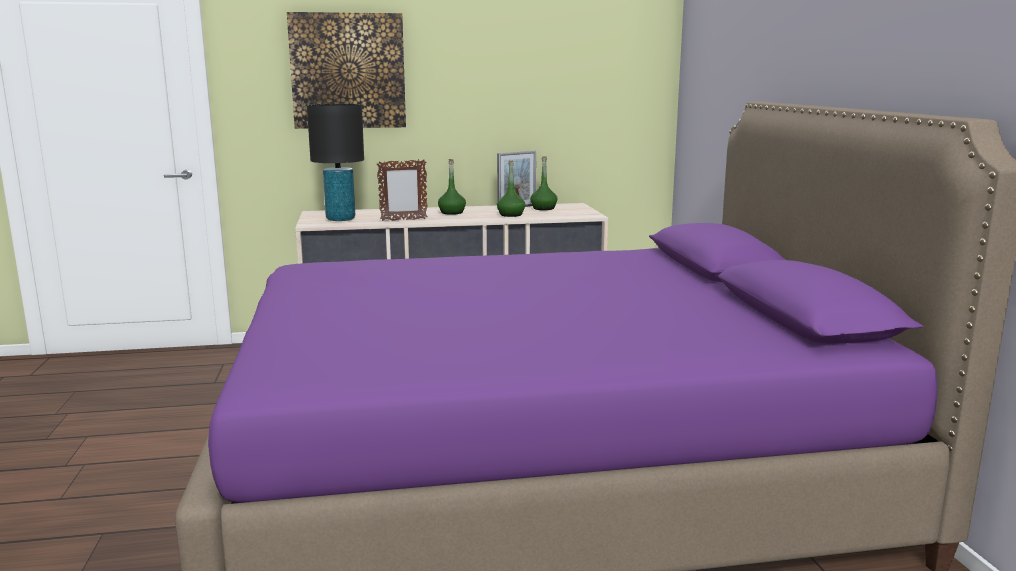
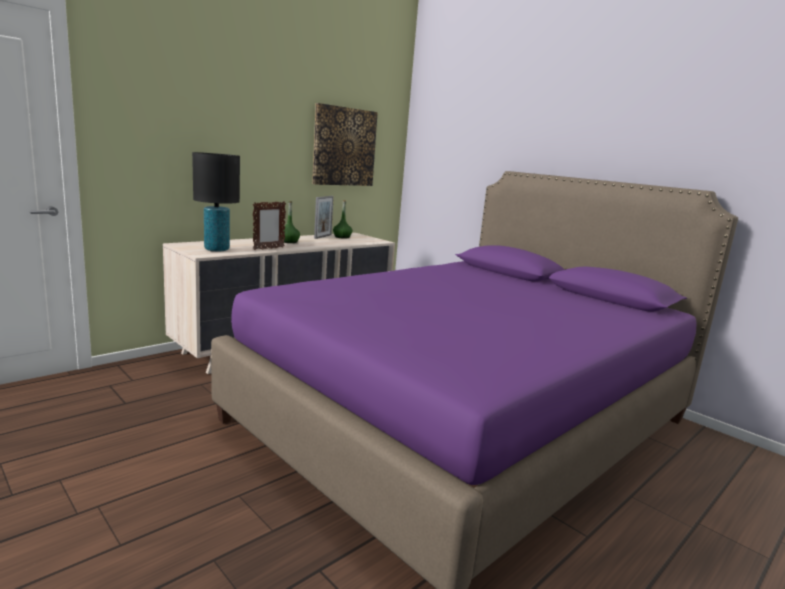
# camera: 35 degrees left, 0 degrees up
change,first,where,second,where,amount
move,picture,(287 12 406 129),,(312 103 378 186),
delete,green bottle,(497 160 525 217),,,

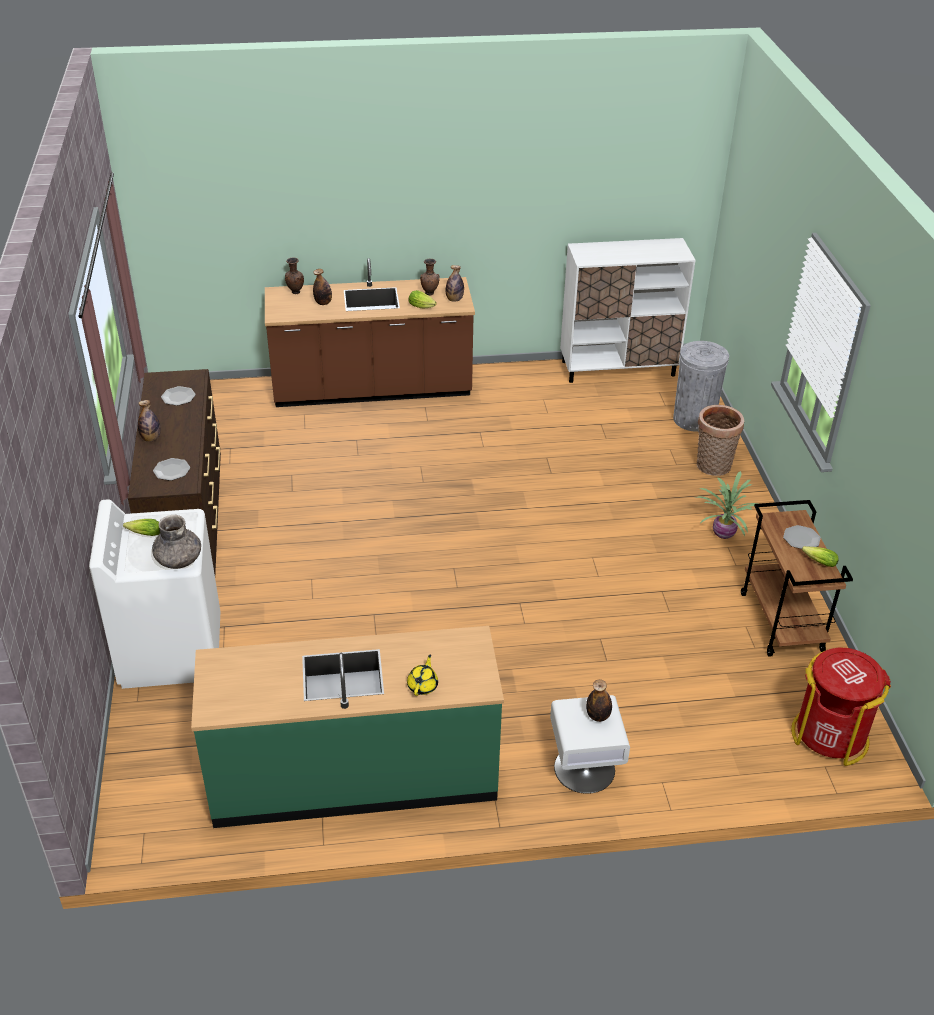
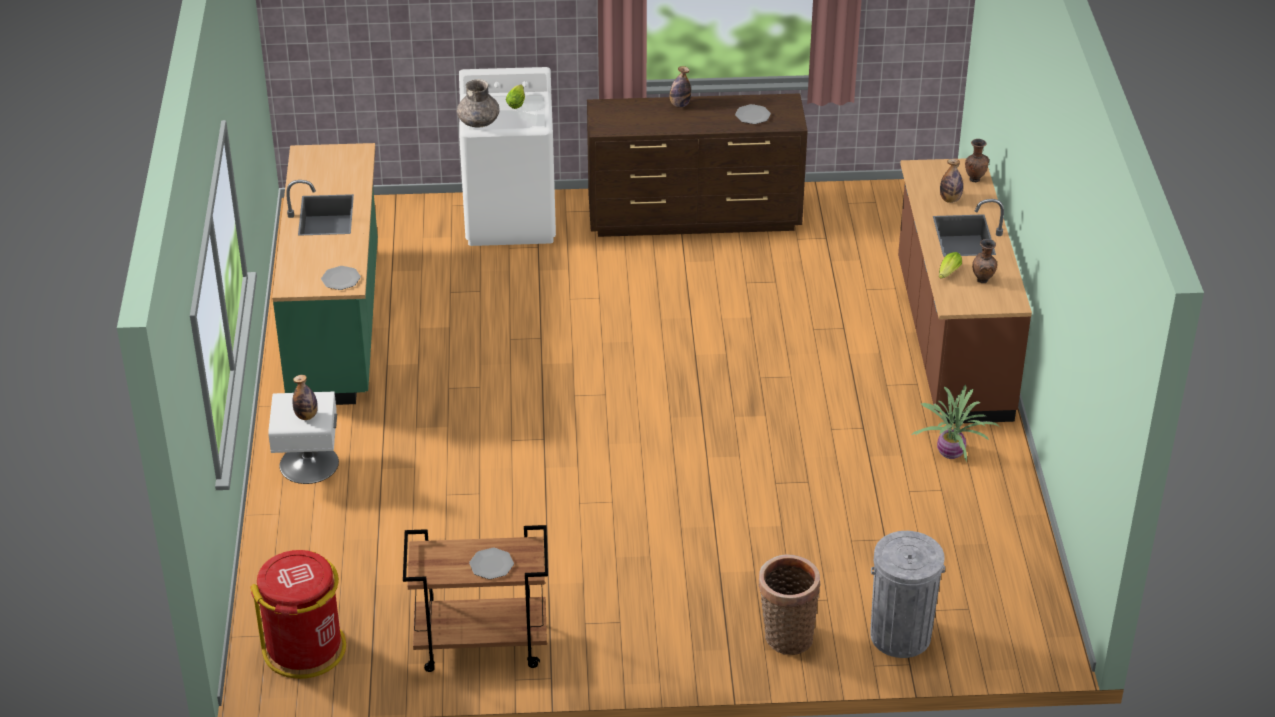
# camera: 95 degrees right, 0 degrees up
change,first,where,second,where,amount
move,plate,(153 458 190 481),,(321 266 361 290),
delete,yellow teapot,(407 654 438 696),,,
delete,bottle,(446 265 464 302),,,
delete,white cabinet,(560 238 696 383),,,
move,potted plant,(695 471 759 539),,(912 385 1000 462),
delete,lettuce,(802 546 839 567),,,

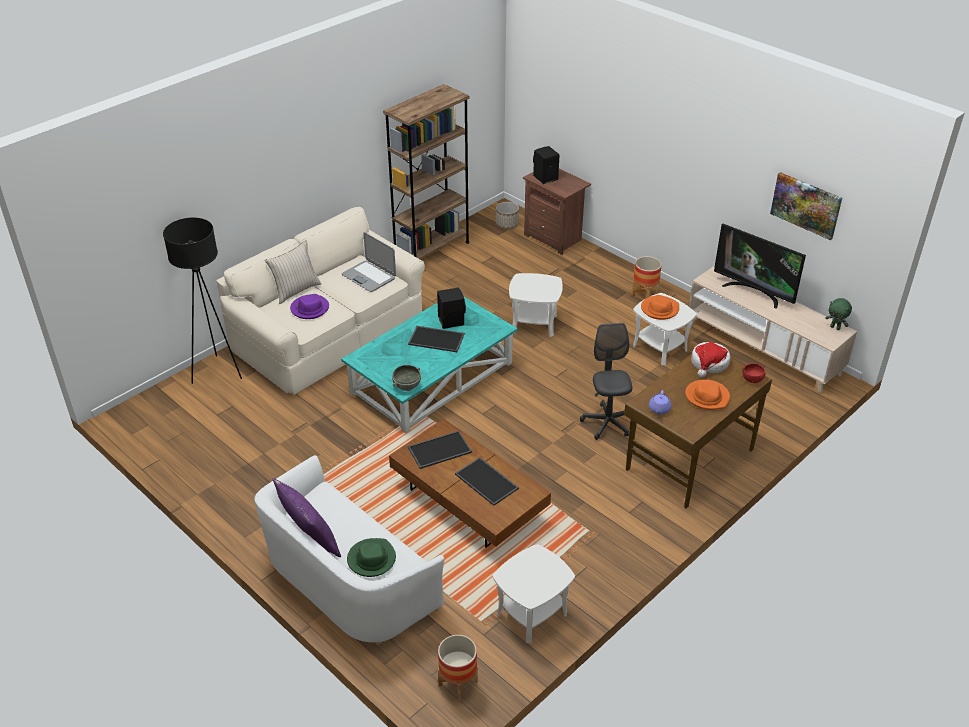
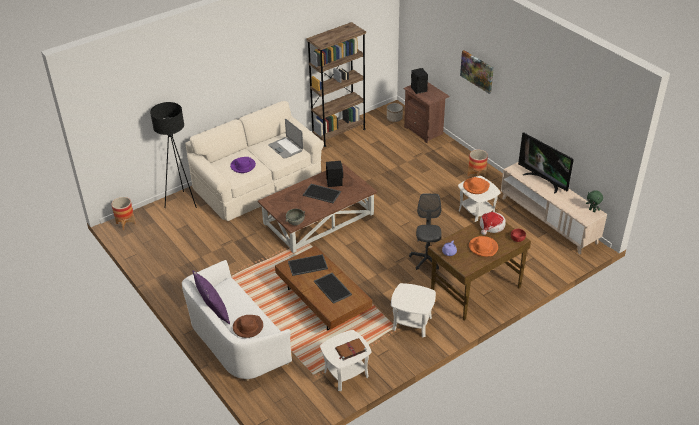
# camera: 10 degrees right, 0 degrees up
change,first,where,second,where,amount
delete,beige pillow,(265 240 321 304),,,
recolor,turquoise coffee table,(341 297 518 433),brown coffee table,(258 163 377 253),
recolor,green hat,(347 538 396 577),brown hat,(233 315 263 338),
move,planter,(438 635 478 700),,(112 197 136 230),
move,white side table,(509 273 563 337),,(391 283 436 338),
move,picture,(770 172 842 240),,(460 50 494 94),
insert,,,brown book,(335 338 366 361),

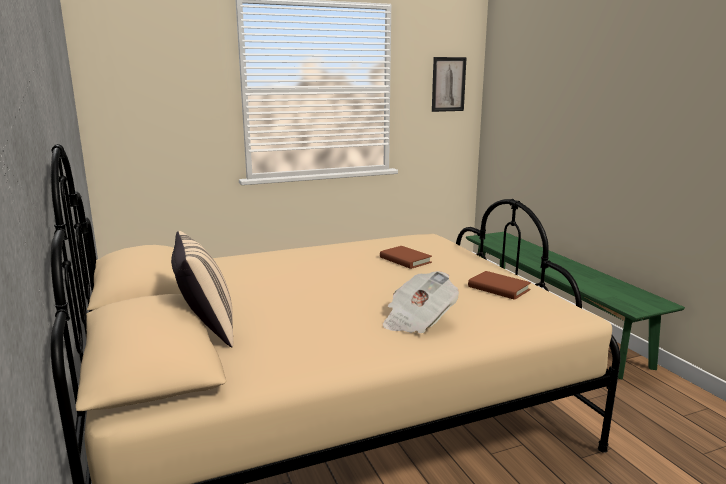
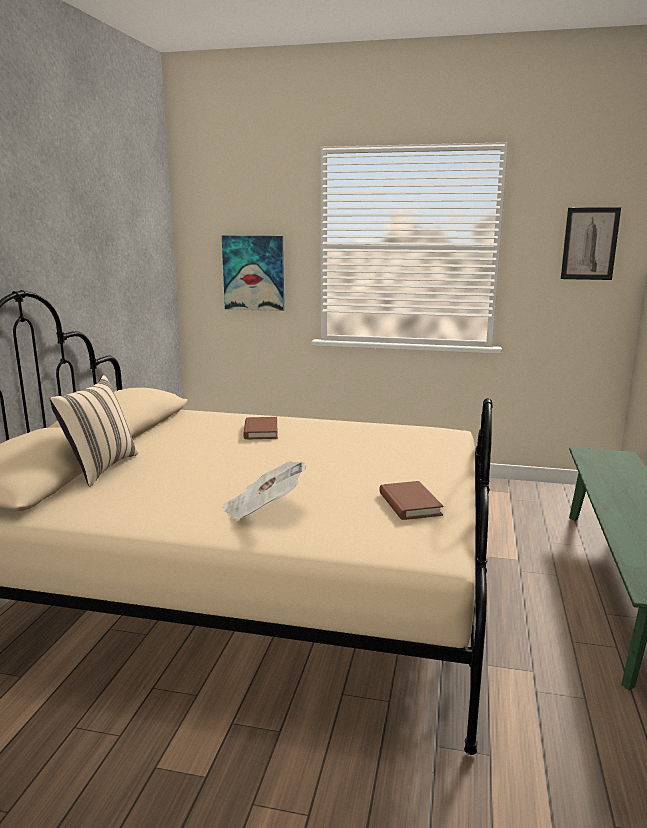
# camera: 35 degrees right, 0 degrees up
change,first,where,second,where,amount
move,brown book,(380 246 432 269),,(243 417 278 439),
insert,,,picture,(222 235 284 311),

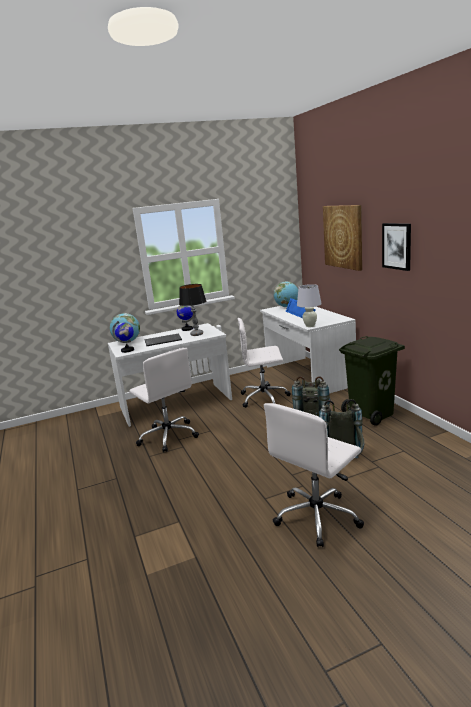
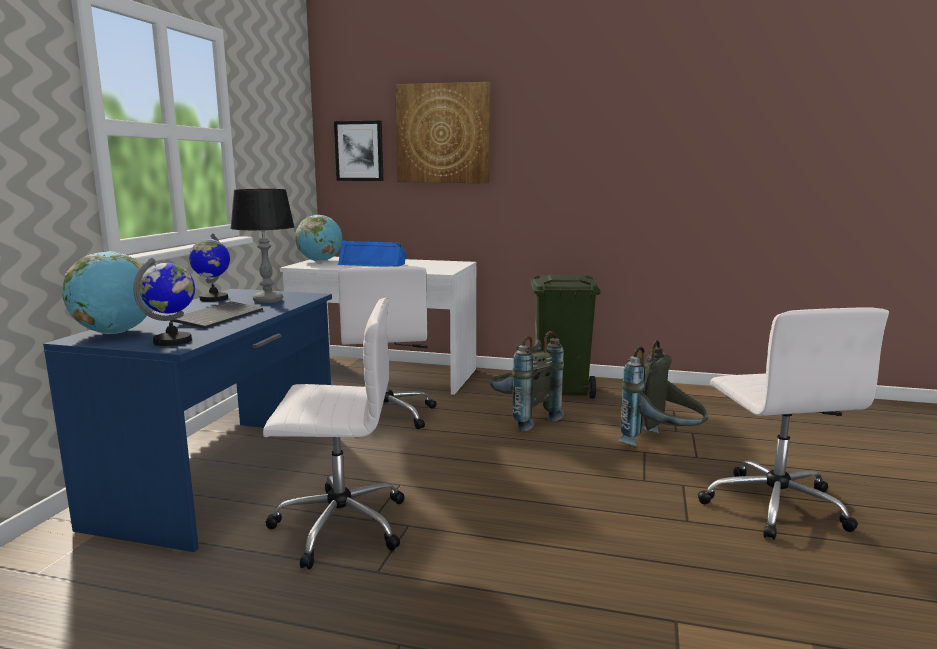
# camera: 55 degrees left, 5 degrees down
change,first,where,second,where,amount
recolor,white desk,(108 323 232 427),blue desk,(43 289 332 552),
rotate,white office chair,(237 318 291 408),,(338 266 436 429),45 degrees counterclockwise
delete,white table lamp,(297 284 322 327),,,
move,picture,(382 223 411 271),,(334 121 384 181),

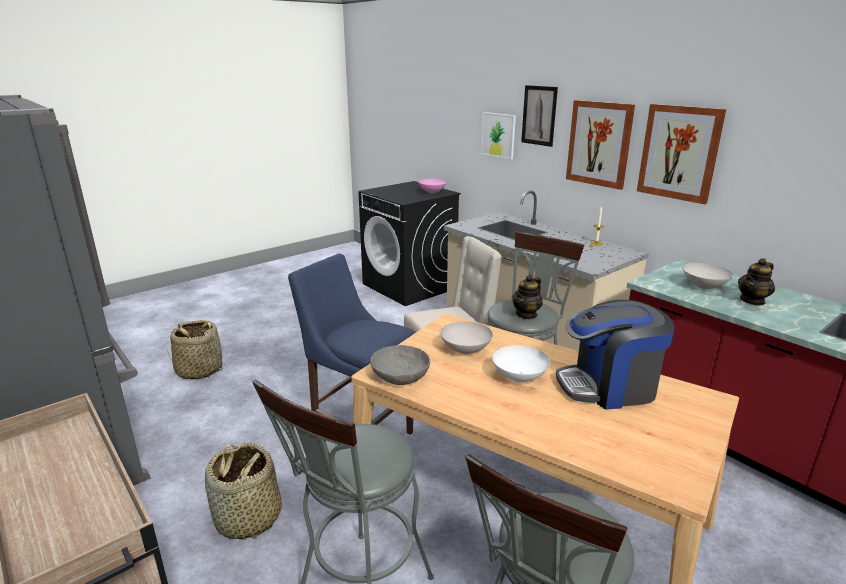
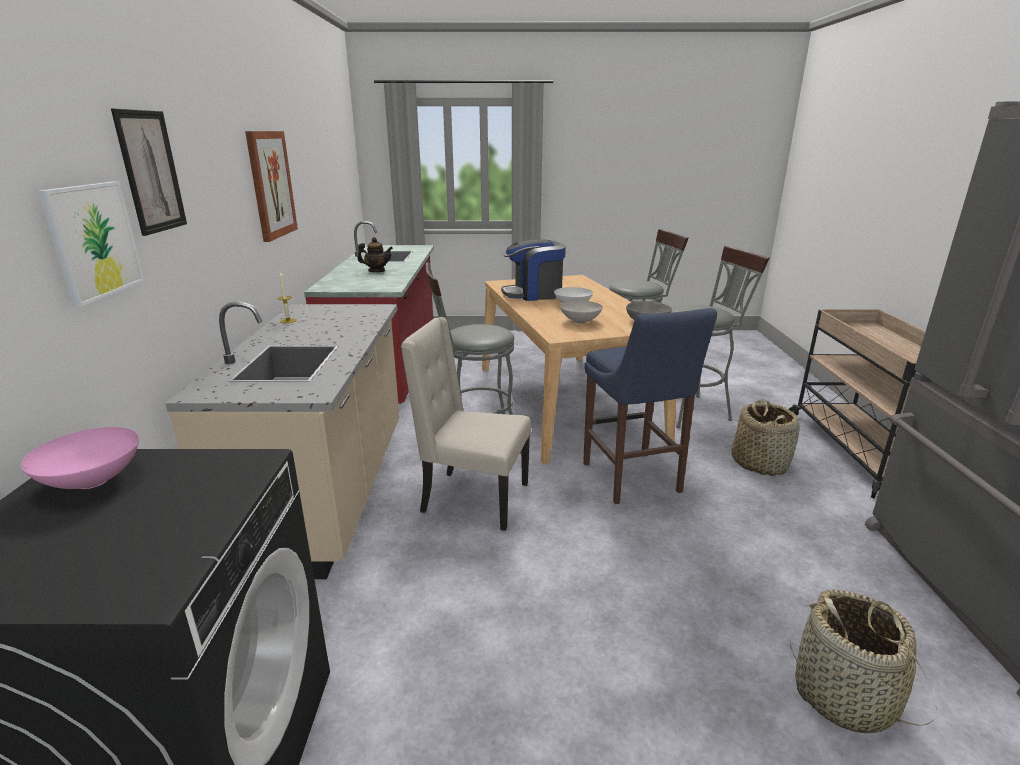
# camera: 140 degrees left, 0 degrees up
change,first,where,second,where,amount
delete,teapot,(512 275 543 320),,,
rotate,coffee machine,(556 300 675 410),,(501 239 566 301),135 degrees clockwise
delete,picture,(566 100 635 190),,,
delete,white bowl,(683 263 733 290),,,

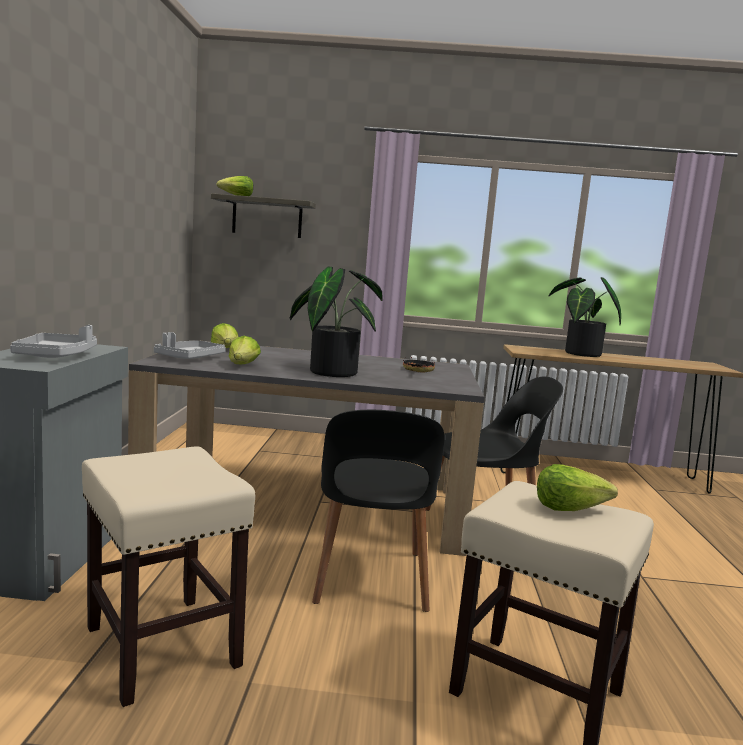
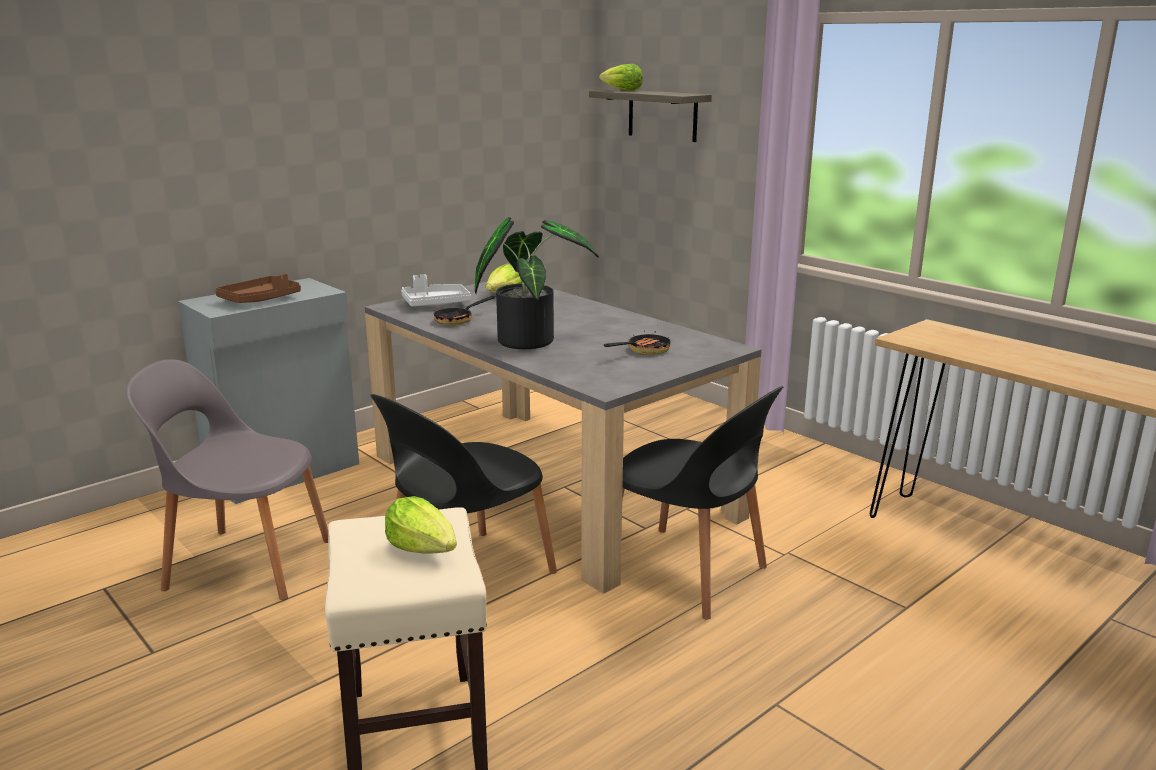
# camera: 45 degrees right, 10 degrees up
change,first,where,second,where,amount
recolor,grey tray,(10 325 97 358),brown tray,(215 273 301 303),
replace,beige stool,(82 447 255 707),grey chair,(126 359 328 600),
replace,lettuce,(229 336 261 364),frying pan,(434 296 495 325),
delete,potted plant,(549 277 621 357),,,

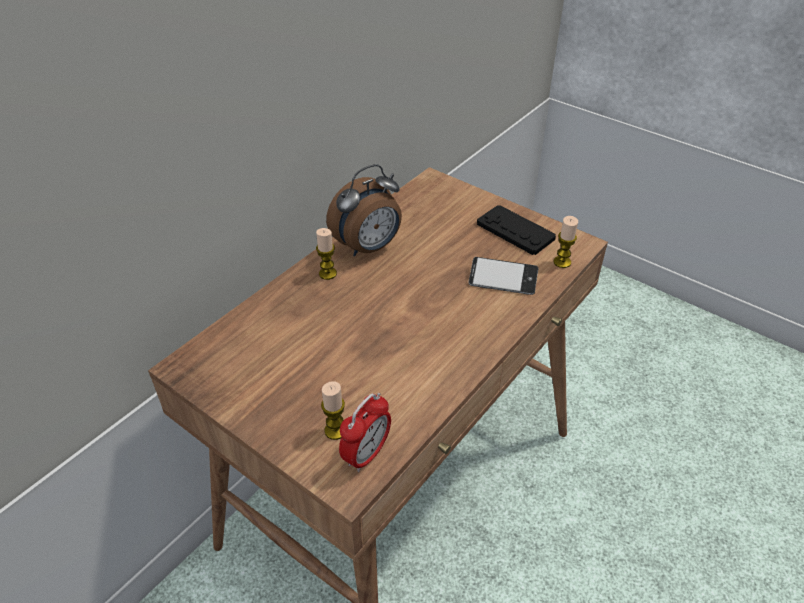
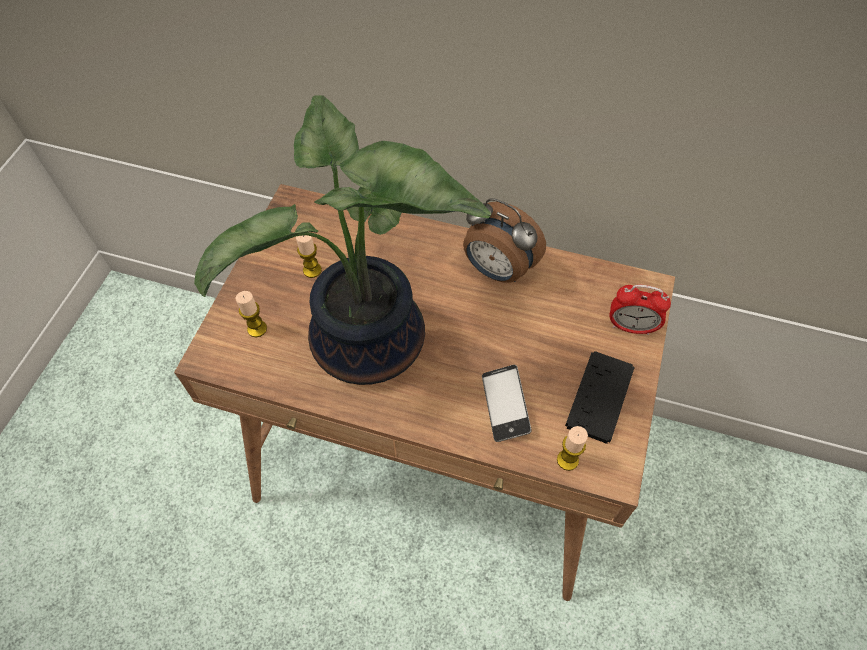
# camera: 70 degrees right, 15 degrees up
change,first,where,second,where,amount
move,candle,(316 228 337 280),,(296 235 322 278),
move,alarm clock,(339 393 391 472),,(609 285 671 335),
insert,,,potted plant,(194 96 491 385),

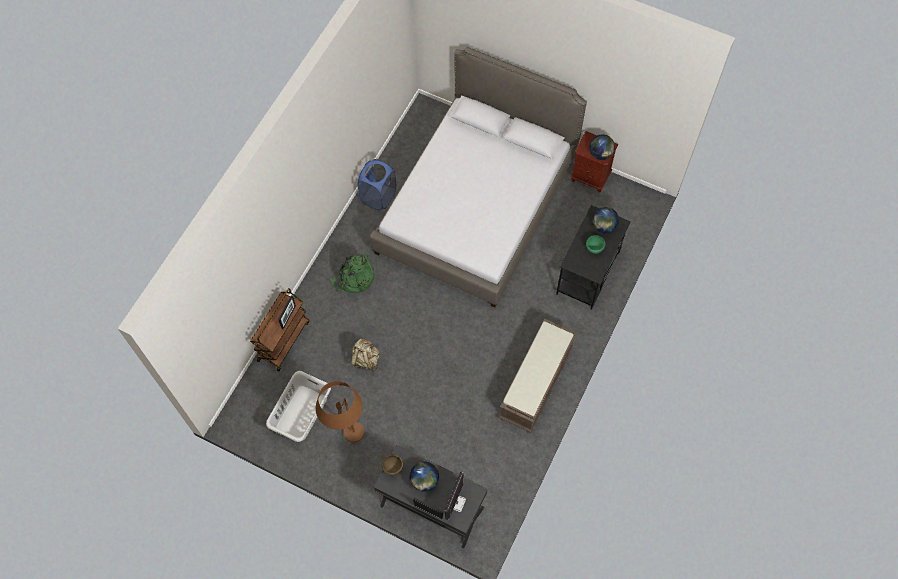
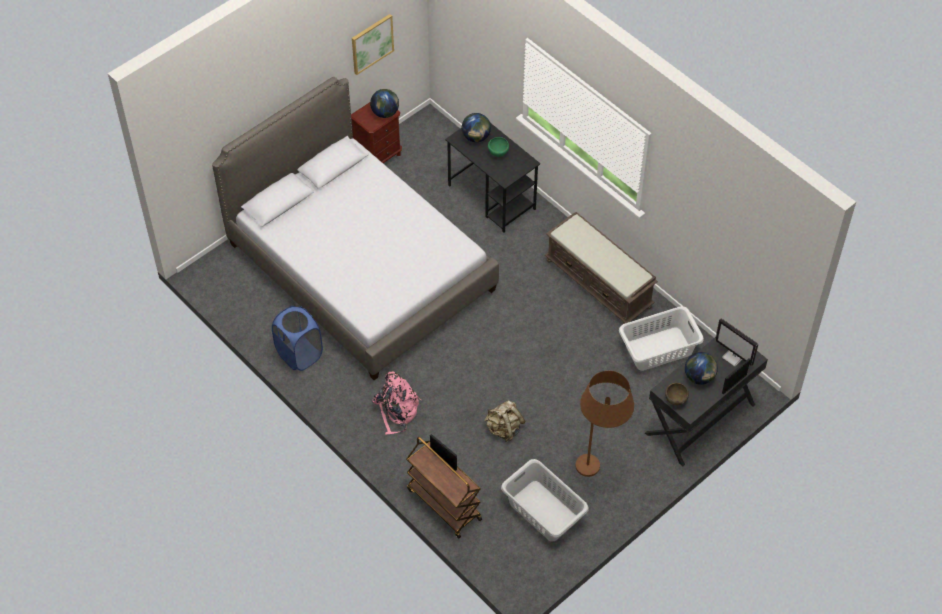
# camera: 70 degrees left, 10 degrees down
change,first,where,second,where,amount
recolor,green backpack,(330 254 374 293),pink backpack,(372 371 422 435),
insert,,,picture,(352 14 394 75),
insert,,,white laundry basket,(619 306 704 371),

